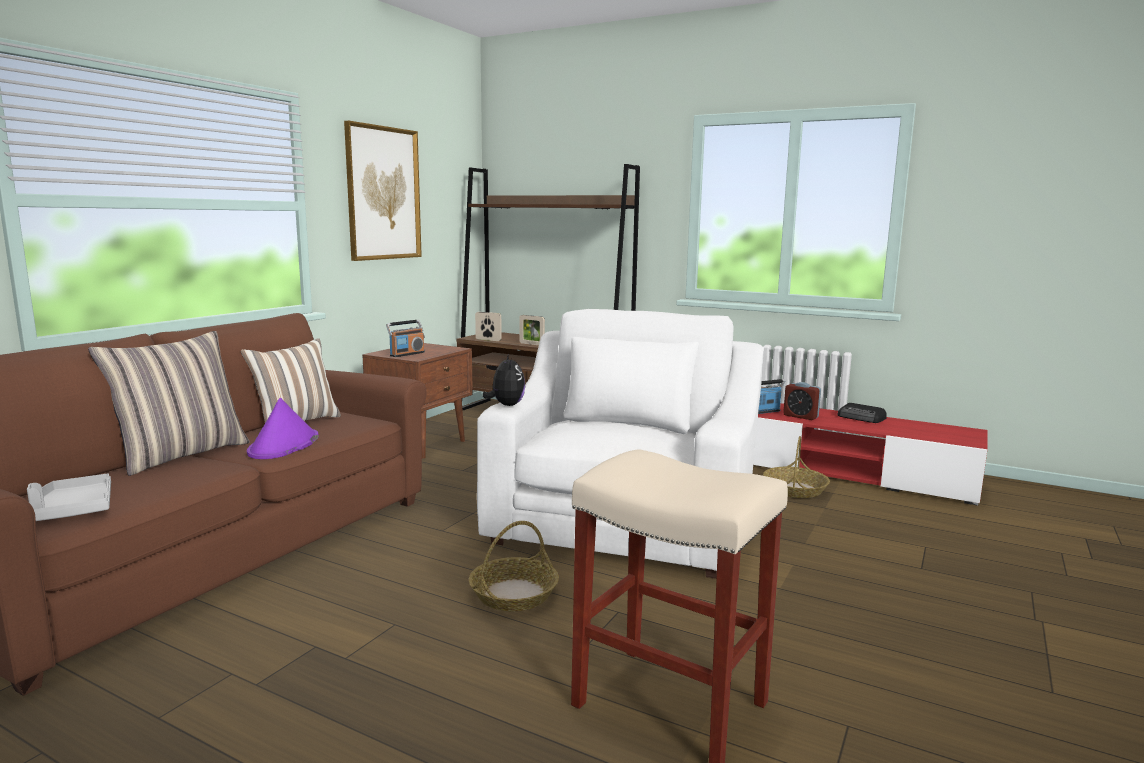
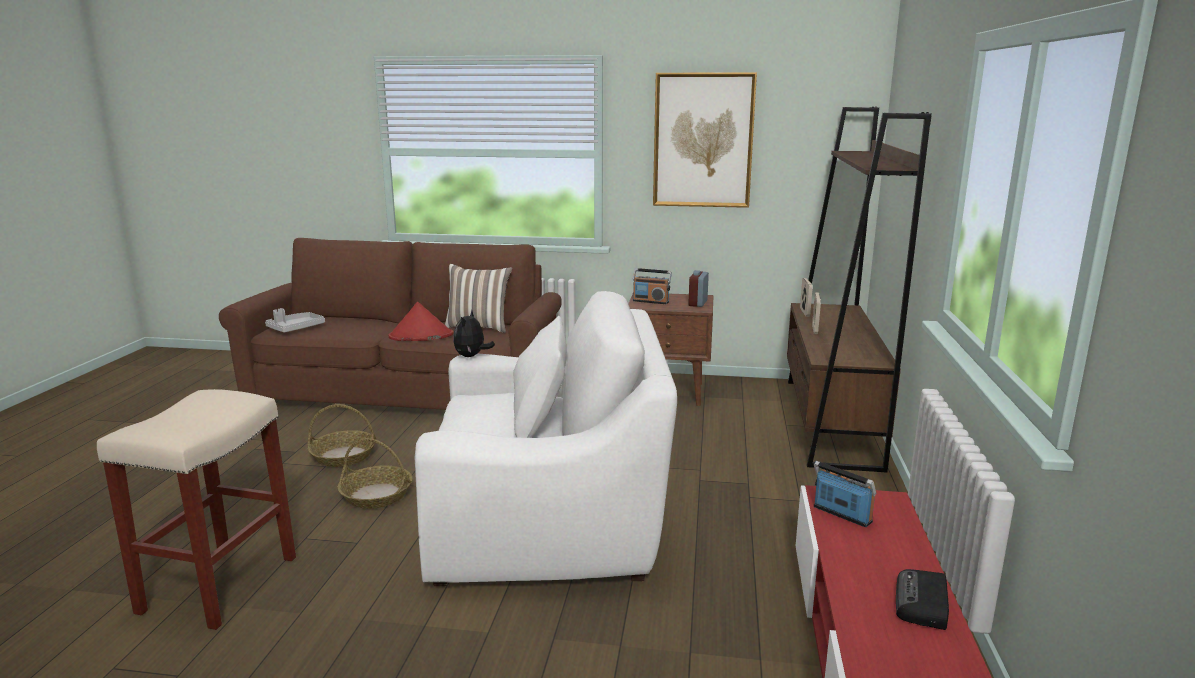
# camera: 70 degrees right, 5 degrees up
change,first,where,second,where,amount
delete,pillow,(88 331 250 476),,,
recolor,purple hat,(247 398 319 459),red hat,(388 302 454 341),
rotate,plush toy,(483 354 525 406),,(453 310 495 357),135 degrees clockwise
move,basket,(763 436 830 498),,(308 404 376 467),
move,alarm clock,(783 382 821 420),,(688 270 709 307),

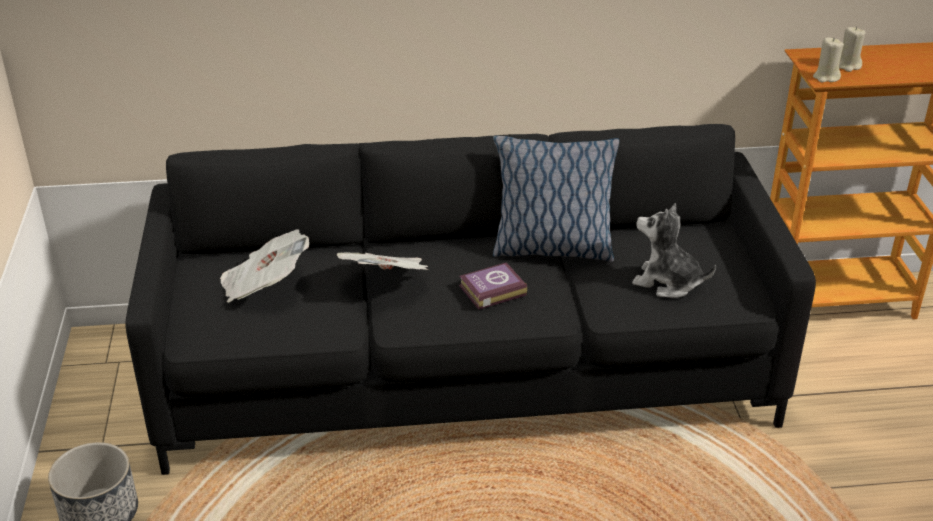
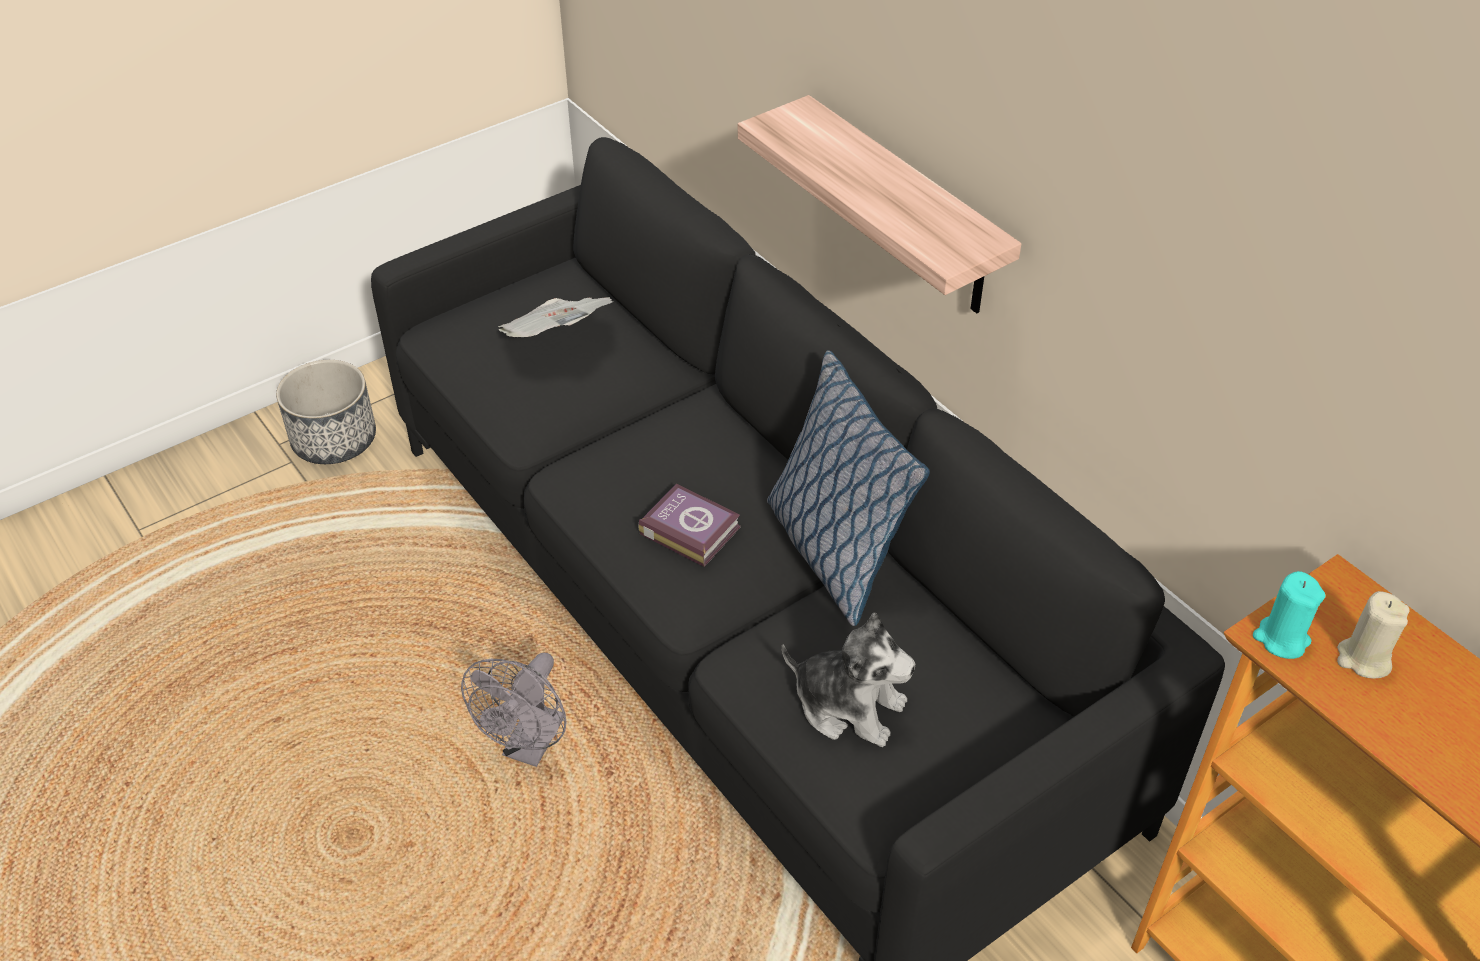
# camera: 60 degrees right, 10 degrees up
change,first,where,second,where,amount
delete,newspaper,(337 252 428 270),,,
rotate,plush toy,(632 203 716 298),,(782 613 915 747),120 degrees clockwise
recolor,beige candle,(813 38 844 83),turquoise candle,(1253 571 1326 659),
insert,,,grey fan,(461 653 566 767),
insert,,,shelf,(738 95 1021 313),

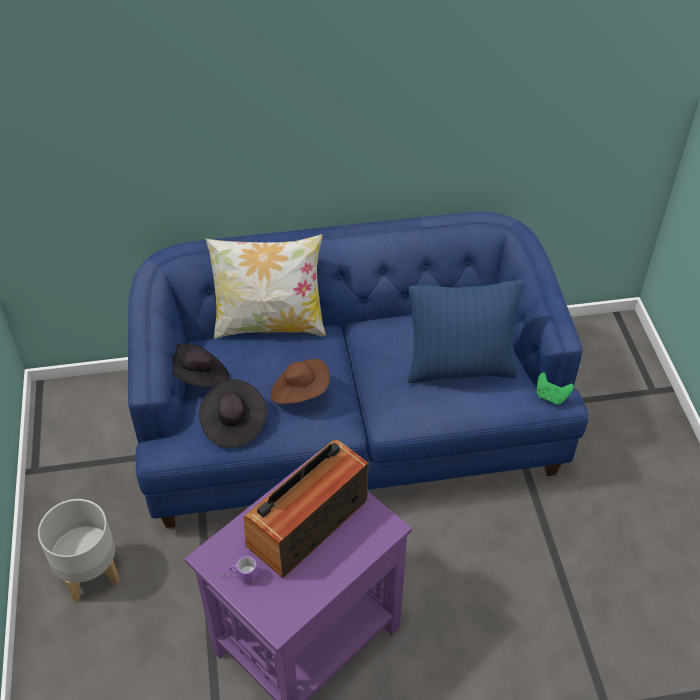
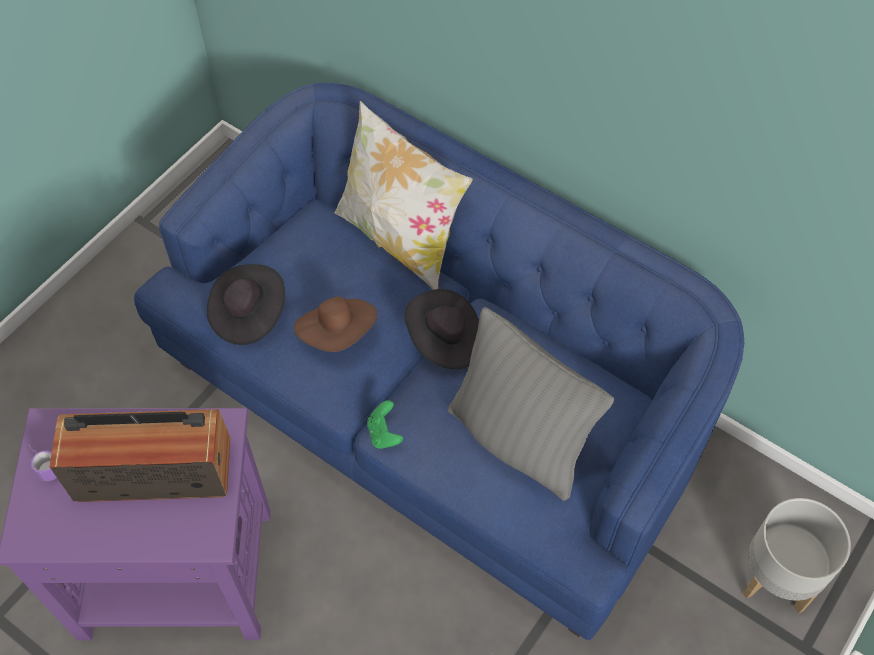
# camera: 45 degrees right, 10 degrees up
change,first,where,second,where,amount
move,grey planter,(38 499 120 602),,(743 498 851 613),
move,black hat,(171 344 229 388),,(404 289 479 369),
recolor,blue pillow,(407 280 523 383),grey pillow,(448 307 614 501),
move,green game controller,(537 372 574 405),,(367 400 403 449),

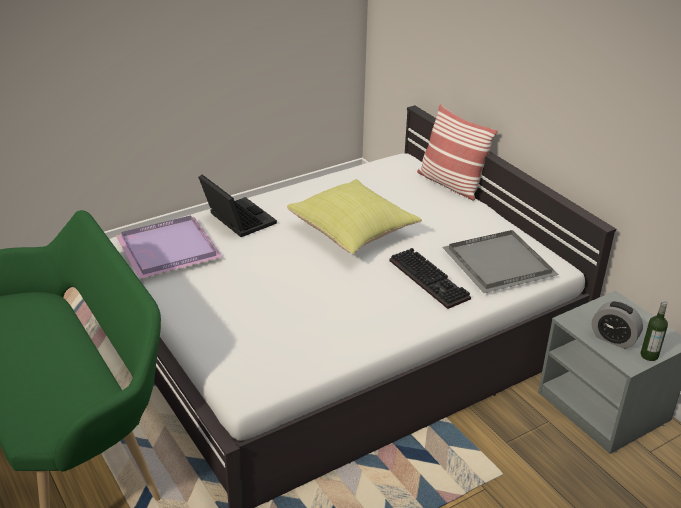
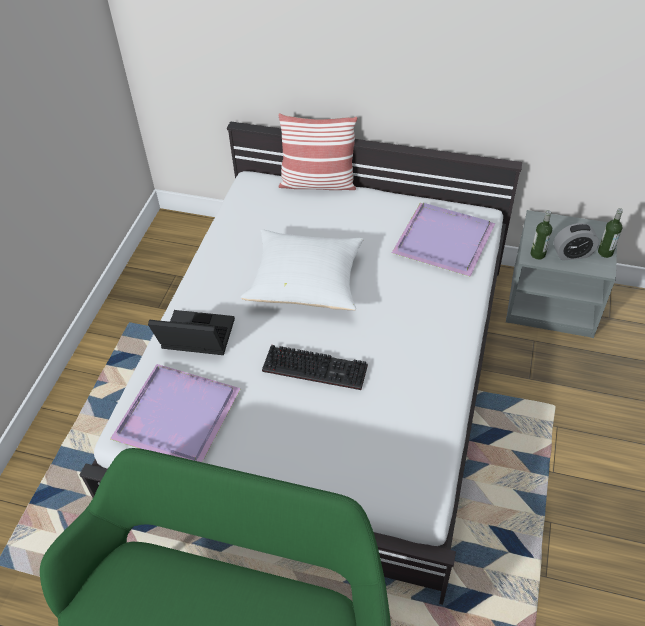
# camera: 40 degrees left, 15 degrees up
change,first,where,second,where,amount
recolor,yellow pillow,(287 179 422 254),white pillow,(241 229 364 310),
move,keyboard,(389 248 471 309),,(262 345 368 390),
recolor,grey tray,(442 230 559 293),purple tray,(392 203 495 276),
insert,,,bottle,(530 210 552 260),

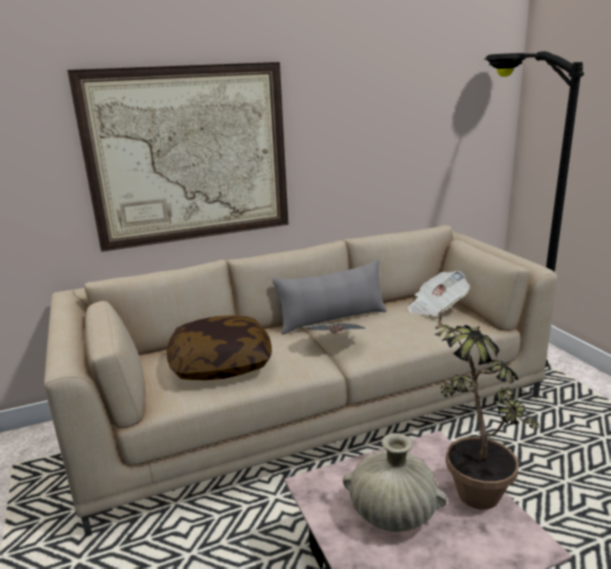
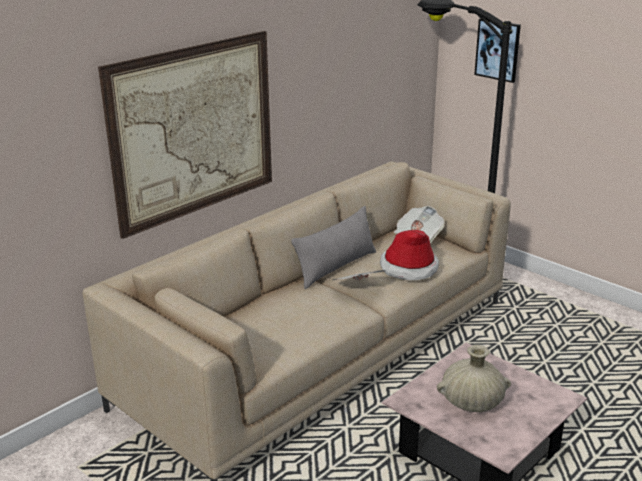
# camera: 25 degrees left, 5 degrees up
change,first,where,second,where,amount
delete,pillow,(166 315 272 380),,,
delete,potted plant,(435 308 540 510),,,
insert,,,hat,(380 230 439 280),
insert,,,picture,(474 19 521 83),

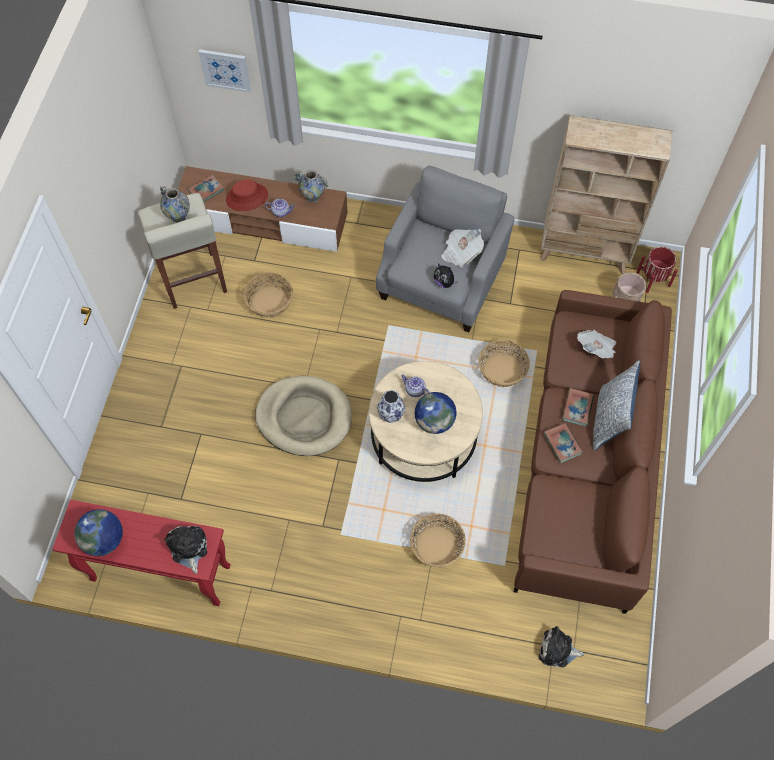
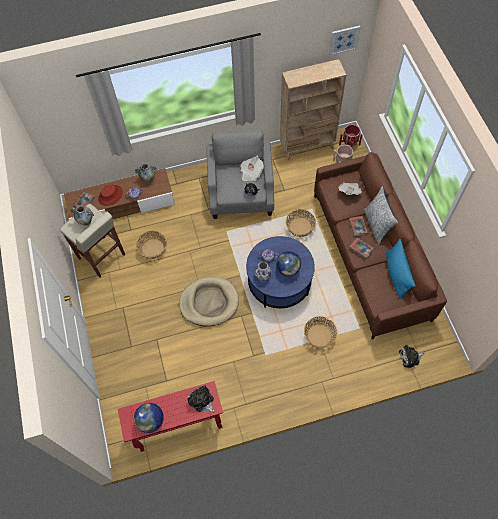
# camera: 25 degrees left, 0 degrees up
change,first,where,second,where,amount
move,picture,(199 49 251 92),,(329 26 361 56),
recolor,beige coffee table,(369 361 483 482),blue coffee table,(246 236 315 308),
insert,,,blue pillow,(386 239 416 299),

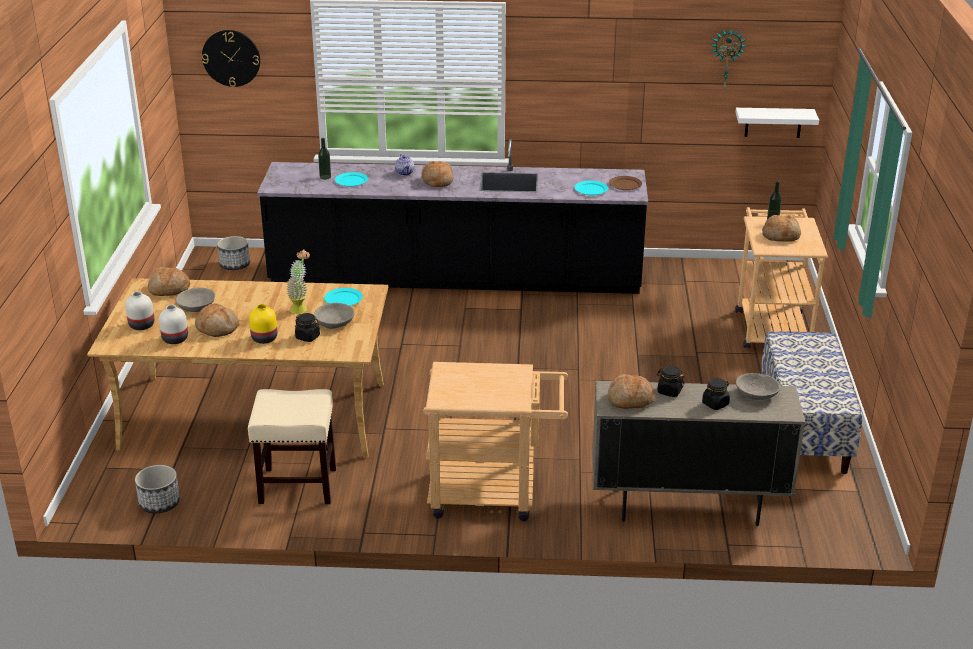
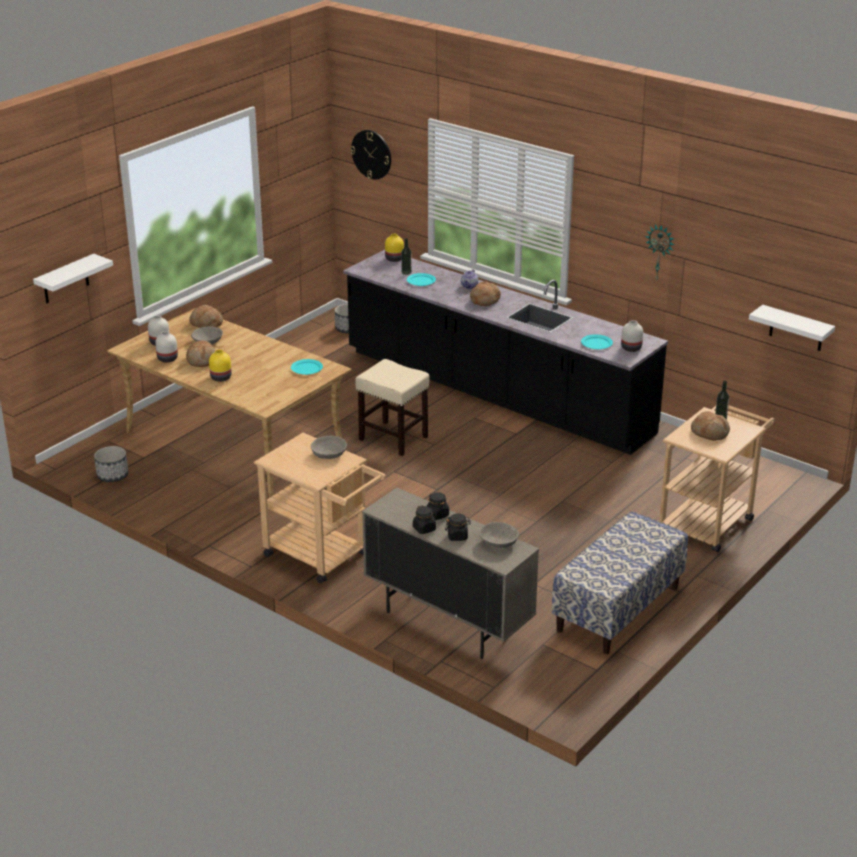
# camera: 35 degrees right, 0 degrees up
change,first,where,second,where,amount
move,beige stool,(248 389 336 504),,(355 359 429 456),
delete,potted plant,(286 249 310 314),,,
move,black jar,(295 313 320 342),,(413 506 436 534),
move,grey bowl,(314 303 355 329),,(311 436 347 459),
delete,bread,(608 374 655 409),,,
replace,brown plate,(609 176 642 190),white vase,(621 320 643 352),
move,wall clock,(710 28 746 91),,(645 224 675 282),
insert,,,white shelf,(33 254 113 303),
insert,,,yellow vase,(385 234 404 262),

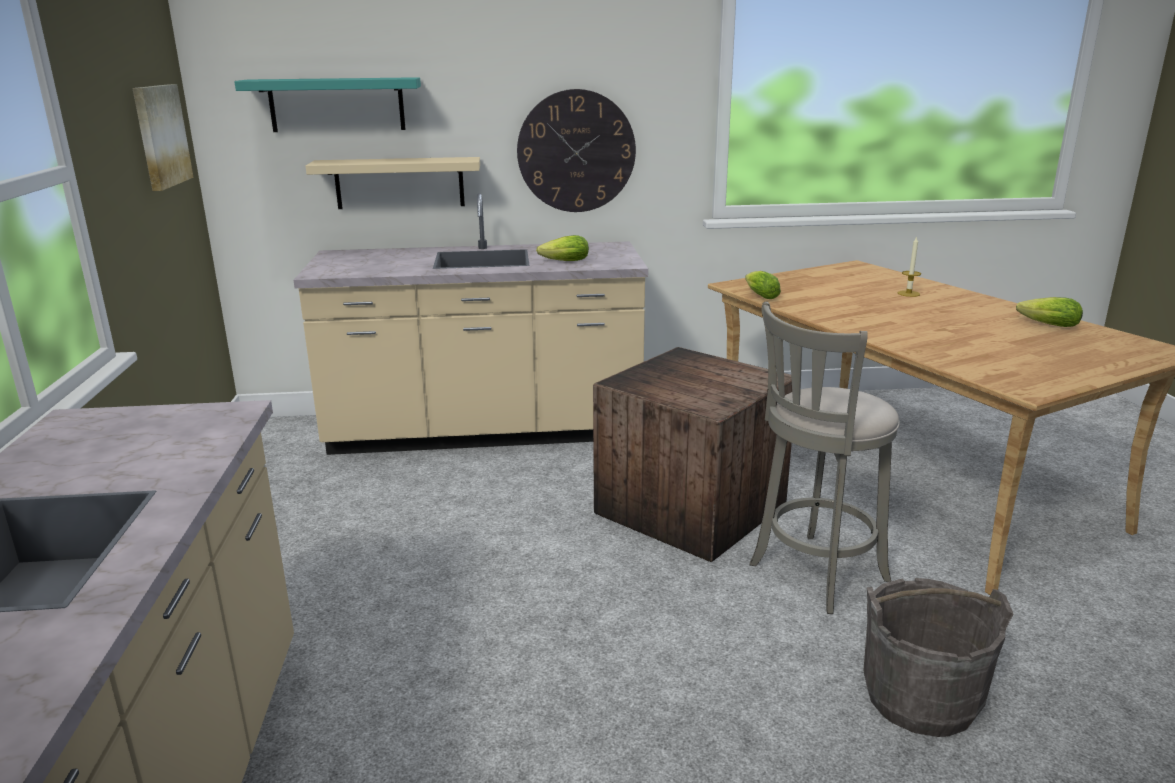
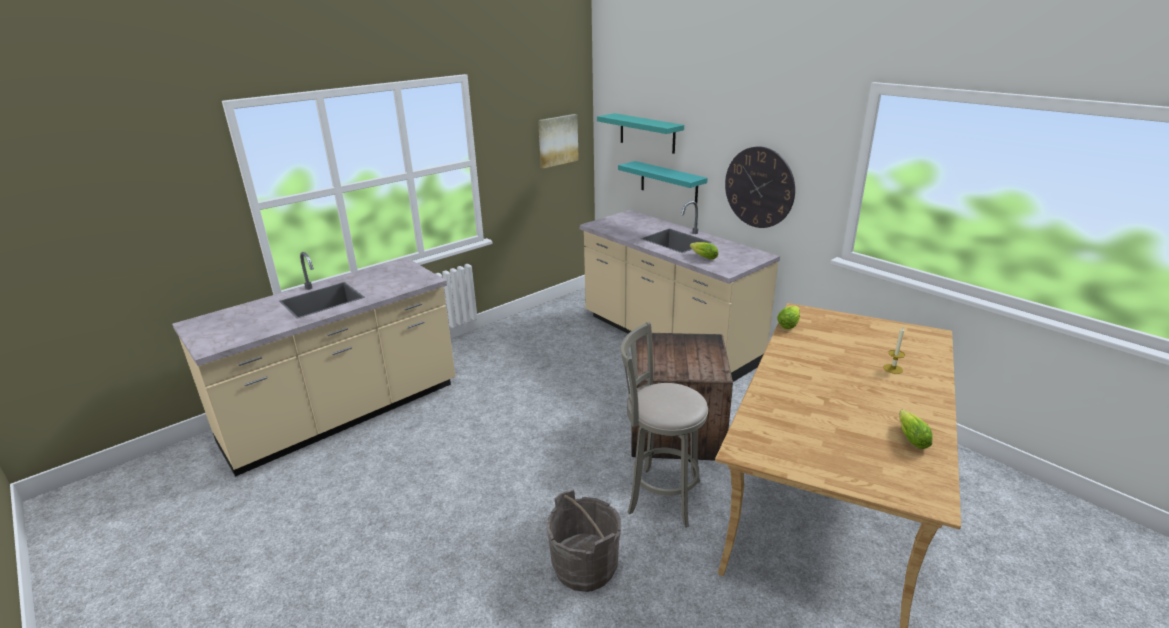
# camera: 55 degrees right, 5 degrees up
change,first,where,second,where,amount
recolor,beige shelf,(306 157 480 209),turquoise shelf,(618 161 708 203),

